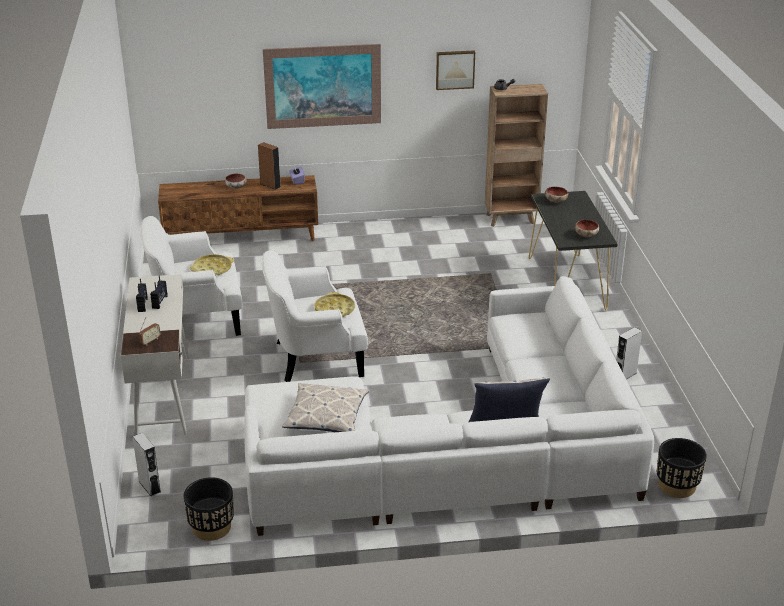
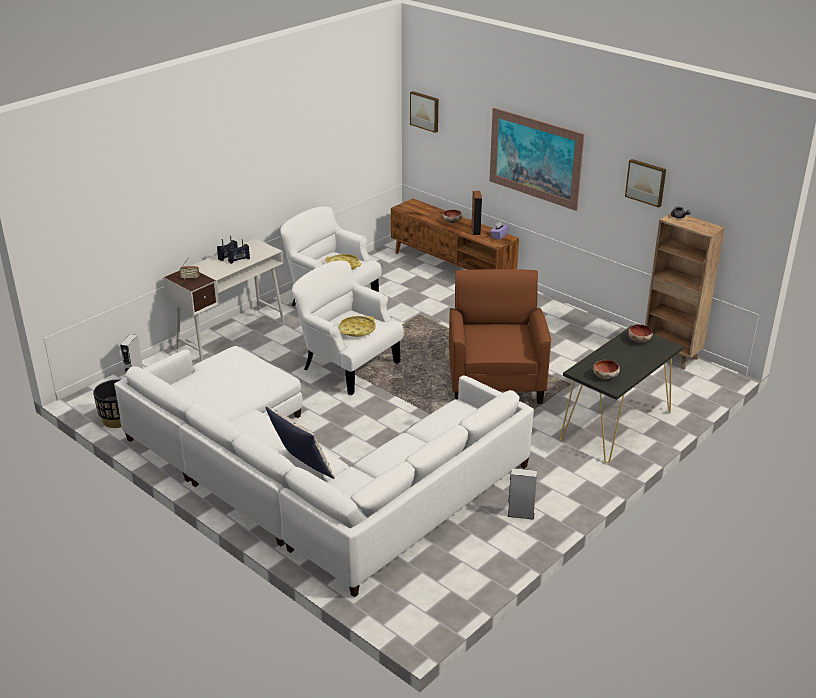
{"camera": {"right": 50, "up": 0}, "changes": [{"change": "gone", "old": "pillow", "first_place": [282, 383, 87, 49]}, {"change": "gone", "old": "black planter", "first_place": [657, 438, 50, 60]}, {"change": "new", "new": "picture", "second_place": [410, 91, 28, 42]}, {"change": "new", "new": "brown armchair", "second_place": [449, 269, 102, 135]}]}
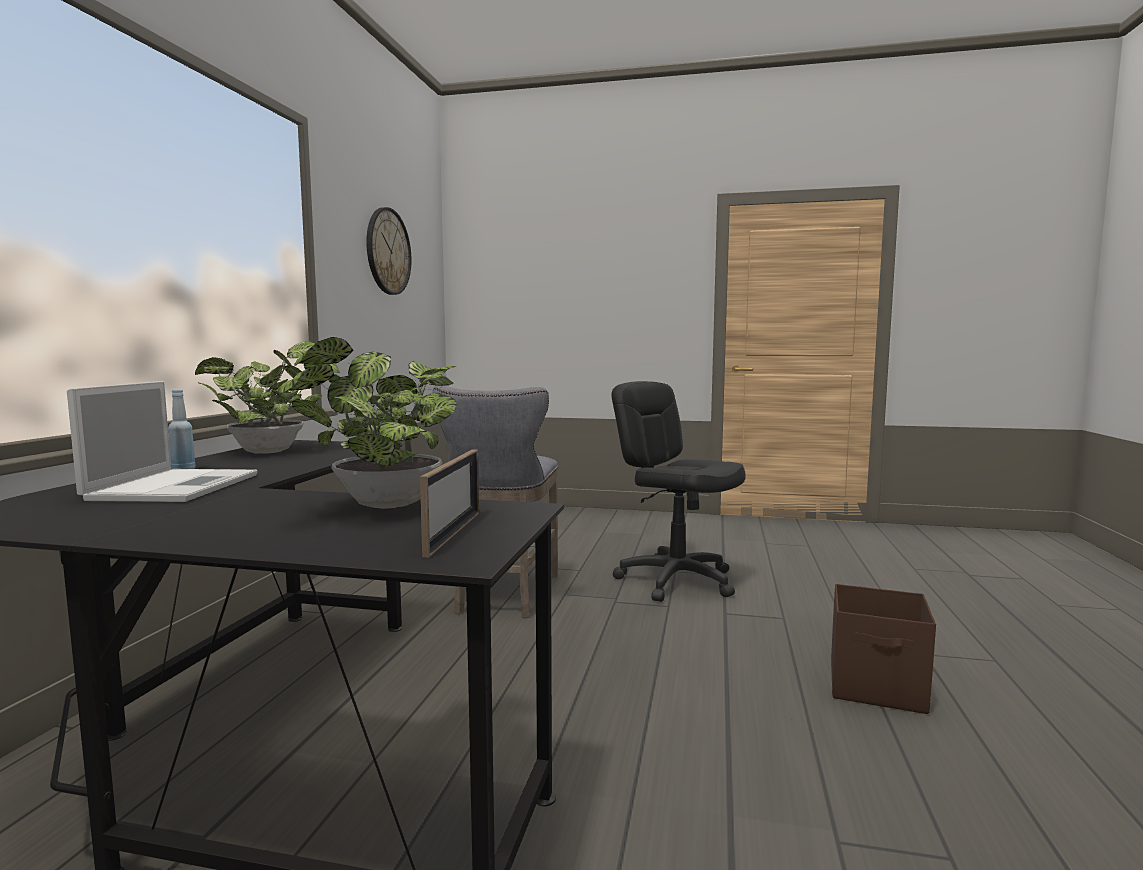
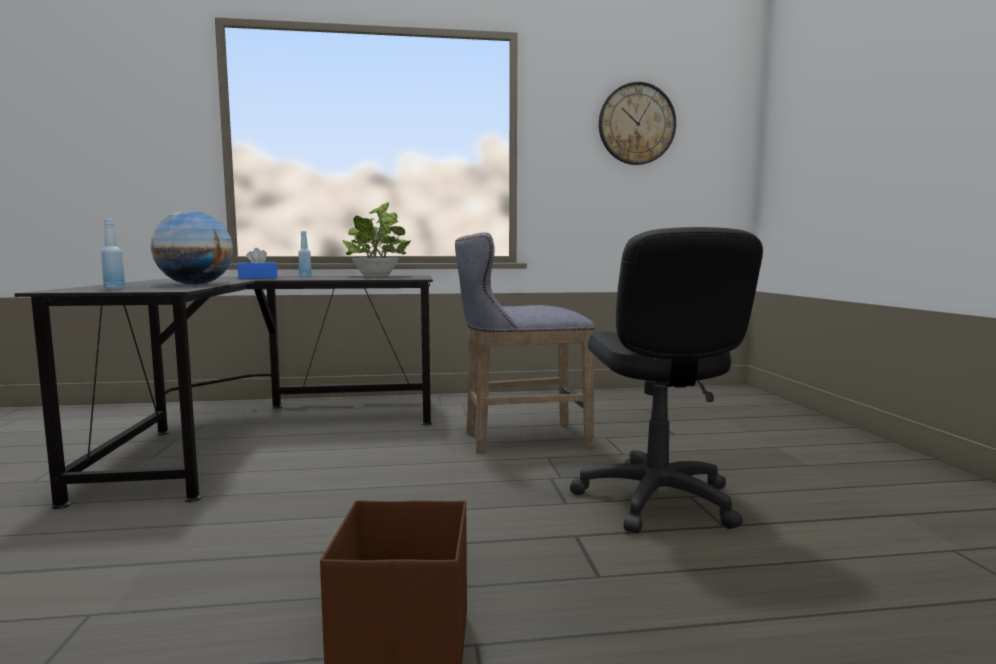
{"camera": {"right": 70, "up": 0}, "changes": [{"change": "swapped", "old": "laptop", "new": "blue tissue box", "first_place": [67, 381, 191, 121], "second_place": [238, 248, 40, 31]}, {"change": "swapped", "old": "potted plant", "new": "globe", "first_place": [276, 337, 181, 172], "second_place": [151, 211, 82, 74]}, {"change": "swapped", "old": "picture frame", "new": "blue bottle", "first_place": [420, 449, 59, 108], "second_place": [101, 219, 24, 70]}, {"change": "rotated", "old": "black office chair", "first_place": [611, 381, 135, 221], "second_place": [570, 227, 193, 306], "degrees": 150}]}
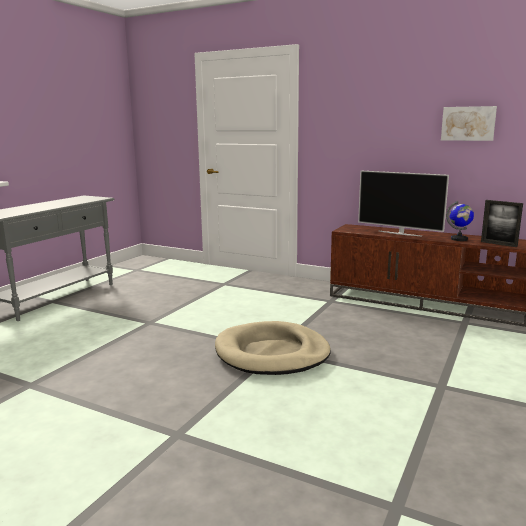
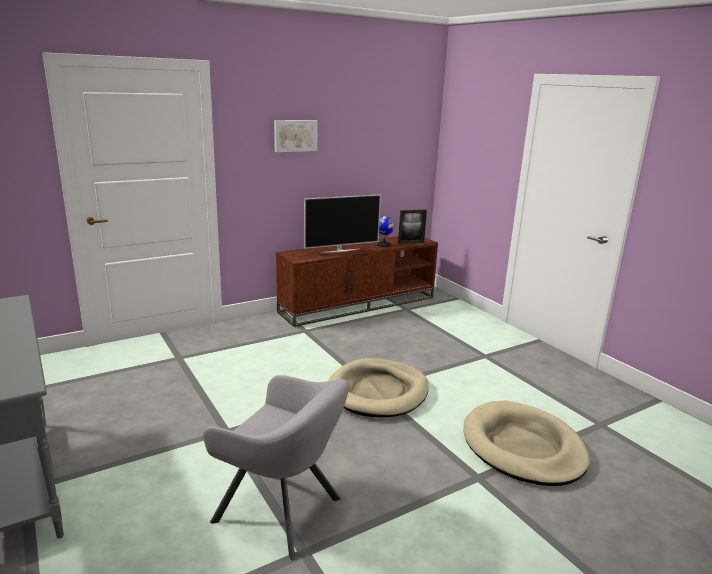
{"camera": {"right": -60, "up": 5}, "changes": [{"change": "shifted", "old": "picture", "first_place": [441, 106, 56, 35], "second_place": [274, 120, 44, 32]}, {"change": "new", "new": "grey armchair", "second_place": [203, 375, 146, 185]}, {"change": "new", "new": "beige dog bed", "second_place": [463, 401, 127, 85]}]}
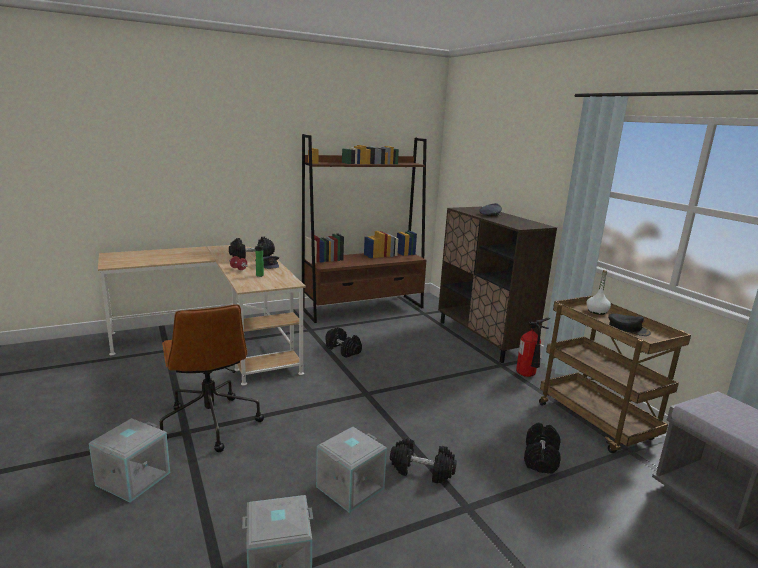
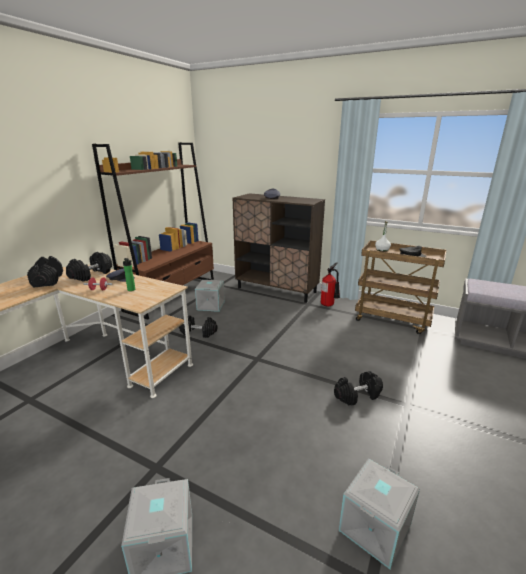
{"camera": {"right": -35, "up": 5}, "changes": [{"change": "gone", "old": "brown office chair", "first_place": [160, 304, 104, 148]}, {"change": "shifted", "old": "grey storage box", "first_place": [316, 427, 71, 86], "second_place": [195, 280, 30, 32]}, {"change": "shifted", "old": "black dumbbell", "first_place": [524, 423, 37, 51], "second_place": [27, 256, 36, 32]}]}
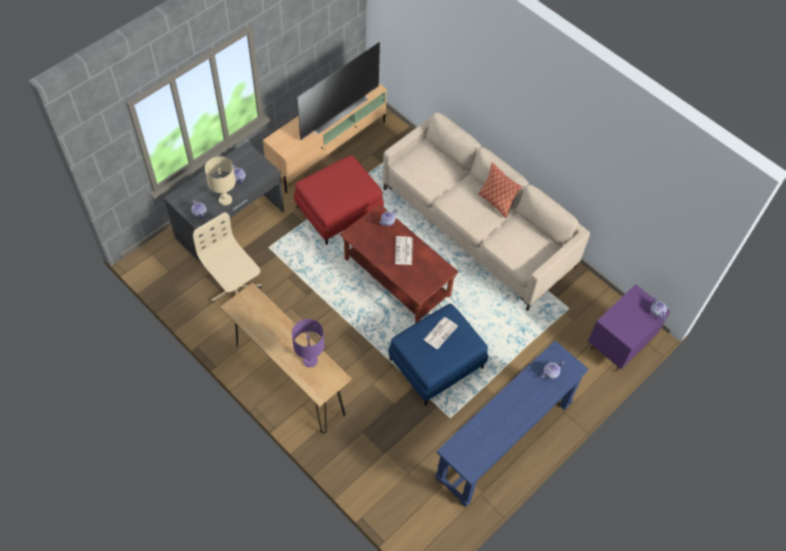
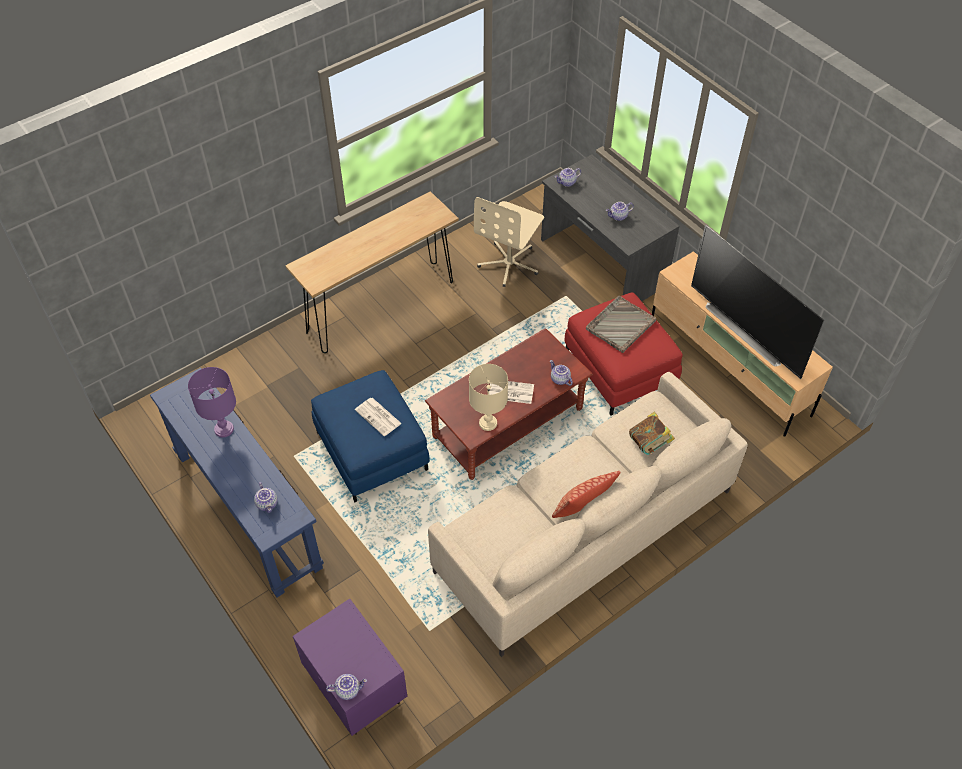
{"camera": {"right": 100, "up": -5}, "changes": [{"change": "rotated", "old": "beige office chair", "first_place": [193, 212, 69, 91], "second_place": [474, 197, 70, 90], "degrees": 150}, {"change": "shifted", "old": "beige table lamp", "first_place": [205, 156, 31, 50], "second_place": [469, 364, 39, 67]}, {"change": "shifted", "old": "purple table lamp", "first_place": [292, 319, 32, 48], "second_place": [188, 367, 48, 70]}, {"change": "new", "new": "grey tray", "second_place": [586, 296, 70, 57]}, {"change": "new", "new": "book", "second_place": [629, 412, 46, 43]}]}
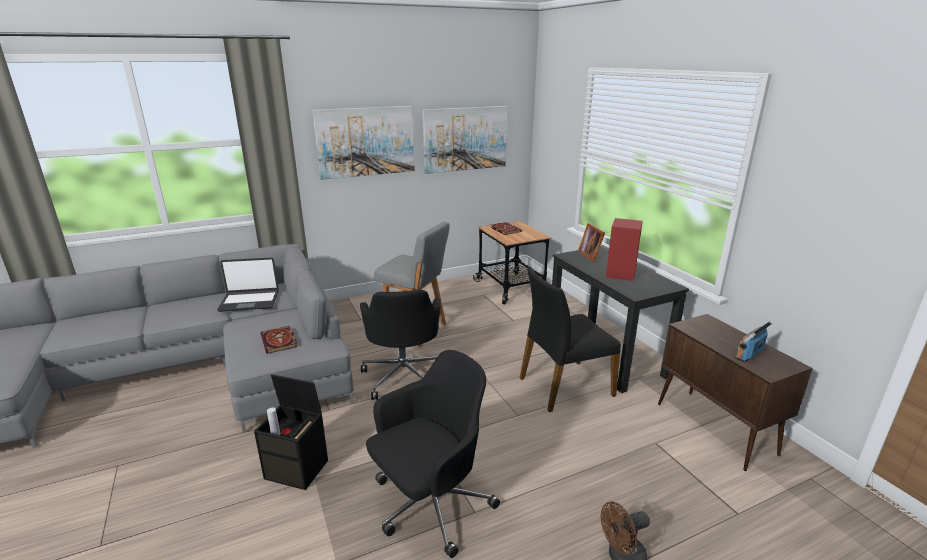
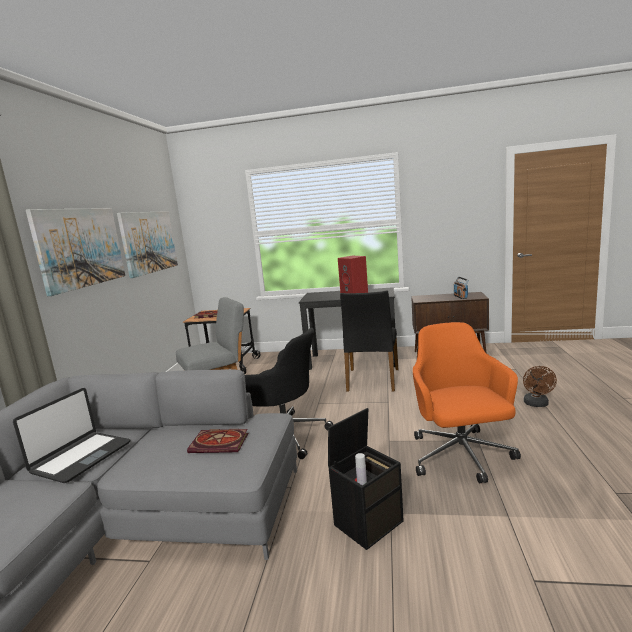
{"camera": {"right": -55, "up": -10}, "changes": [{"change": "repainted", "old": "black office chair", "new": "orange office chair", "first_place": [366, 350, 134, 208], "second_place": [413, 322, 108, 161]}, {"change": "gone", "old": "picture frame", "first_place": [578, 223, 27, 39]}]}
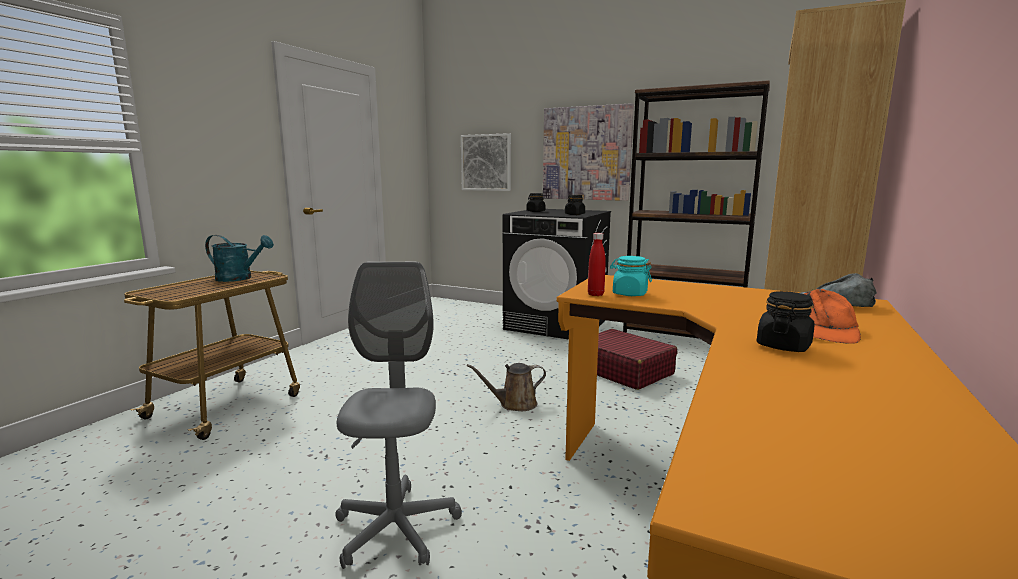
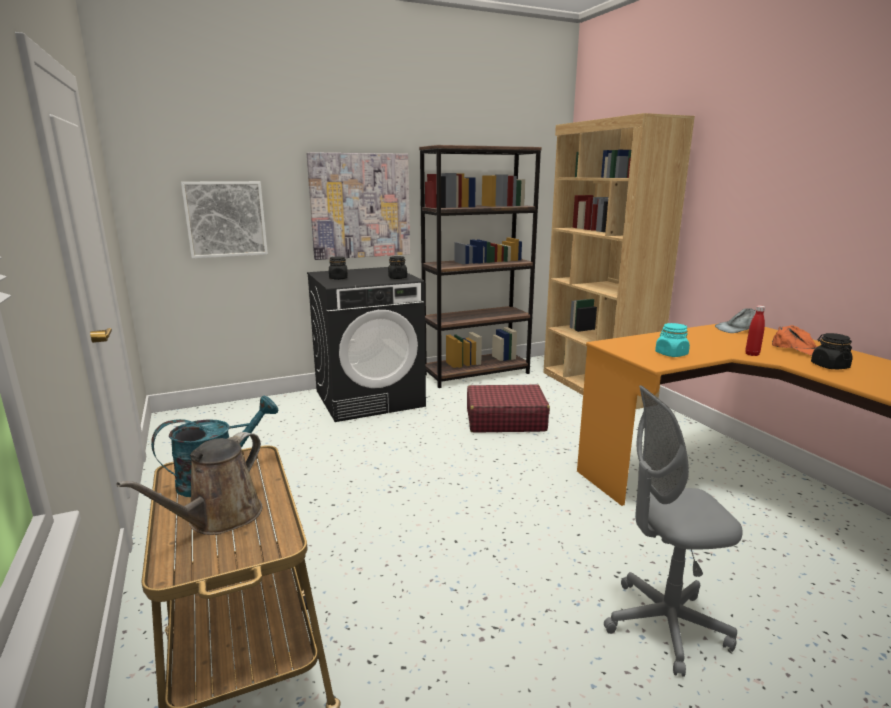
{"camera": {"right": -50, "up": 5}, "changes": [{"change": "rotated", "old": "grey office chair", "first_place": [335, 262, 127, 307], "second_place": [604, 385, 139, 292], "degrees": -45}, {"change": "shifted", "old": "brown watering can", "first_place": [467, 363, 79, 48], "second_place": [116, 432, 146, 103]}, {"change": "shifted", "old": "red bottle", "first_place": [588, 233, 18, 63], "second_place": [745, 305, 20, 51]}]}
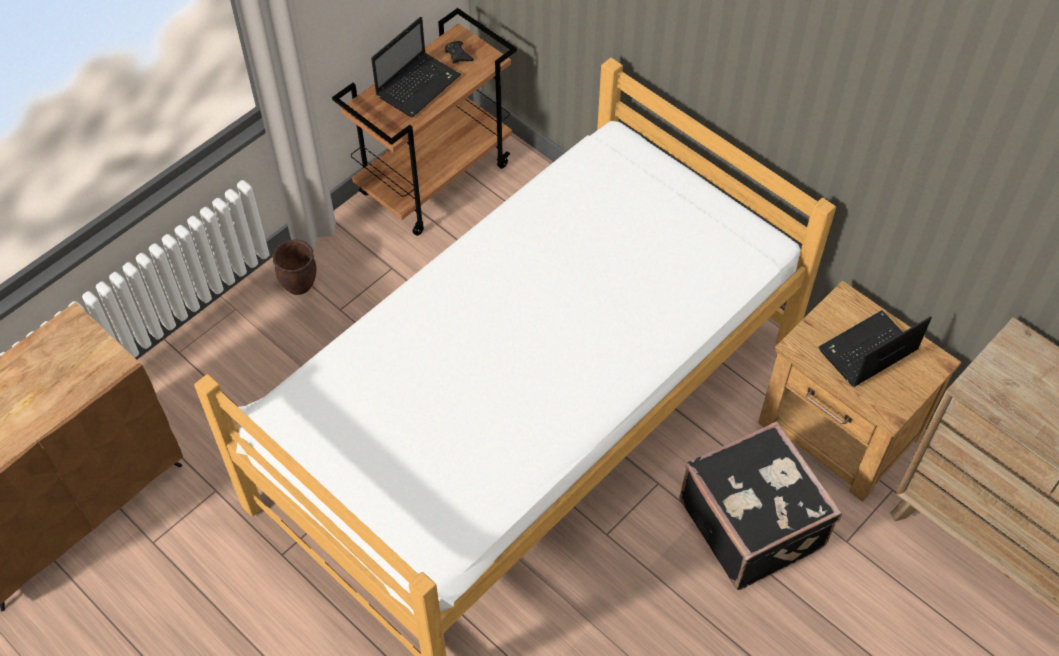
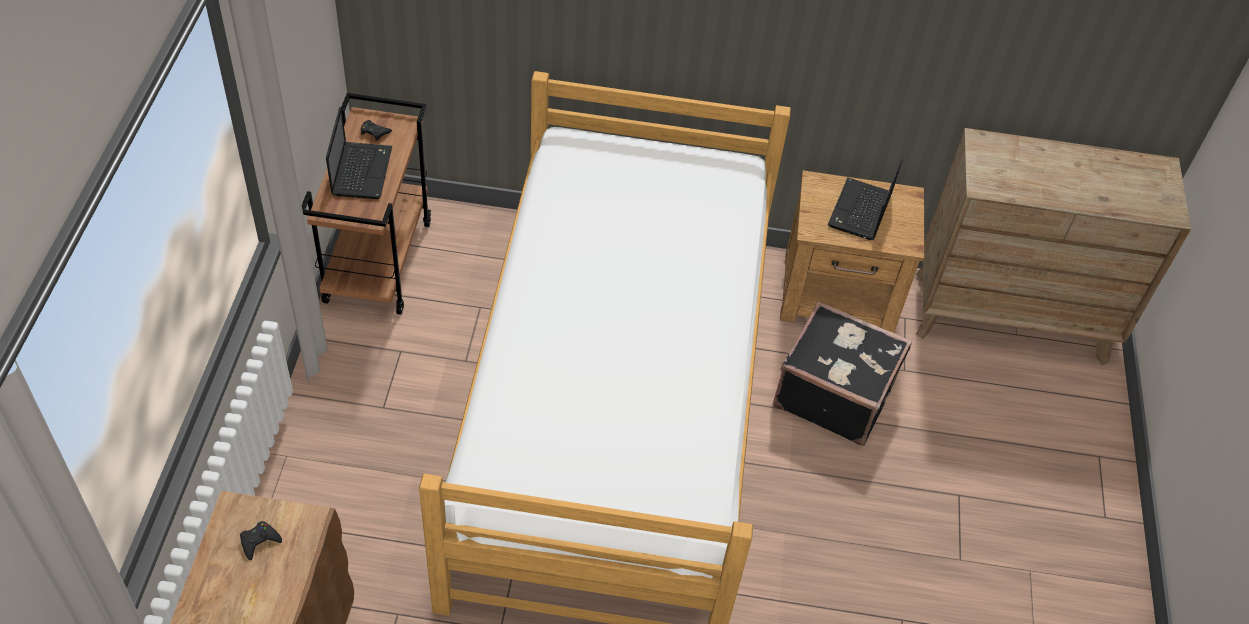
{"camera": {"right": -40, "up": -5}, "changes": [{"change": "gone", "old": "brown planter", "first_place": [272, 240, 45, 55]}, {"change": "new", "new": "black game controller", "second_place": [240, 521, 42, 39]}]}
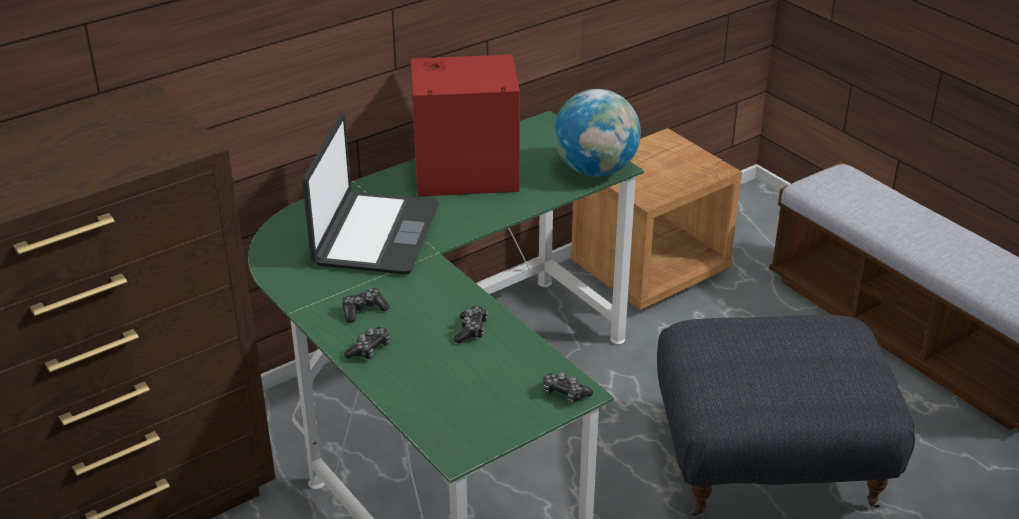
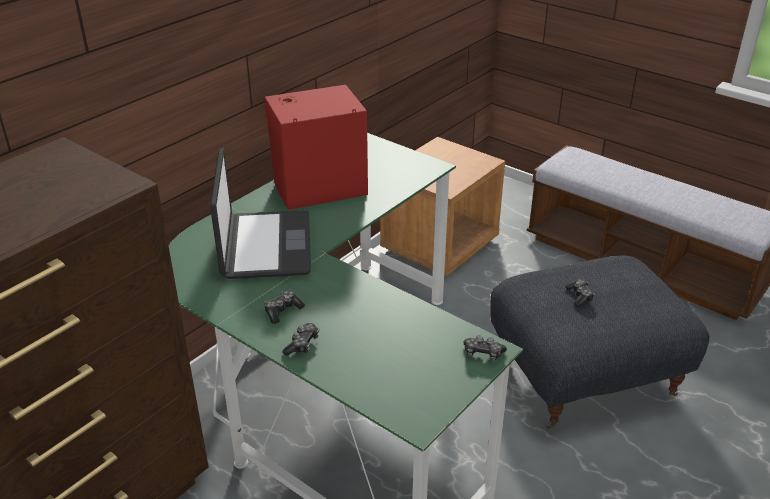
{"camera": {"right": -15, "up": 0}, "changes": [{"change": "shifted", "old": "game controller", "first_place": [454, 306, 34, 37], "second_place": [565, 279, 29, 28]}, {"change": "gone", "old": "globe", "first_place": [554, 89, 87, 88]}]}
